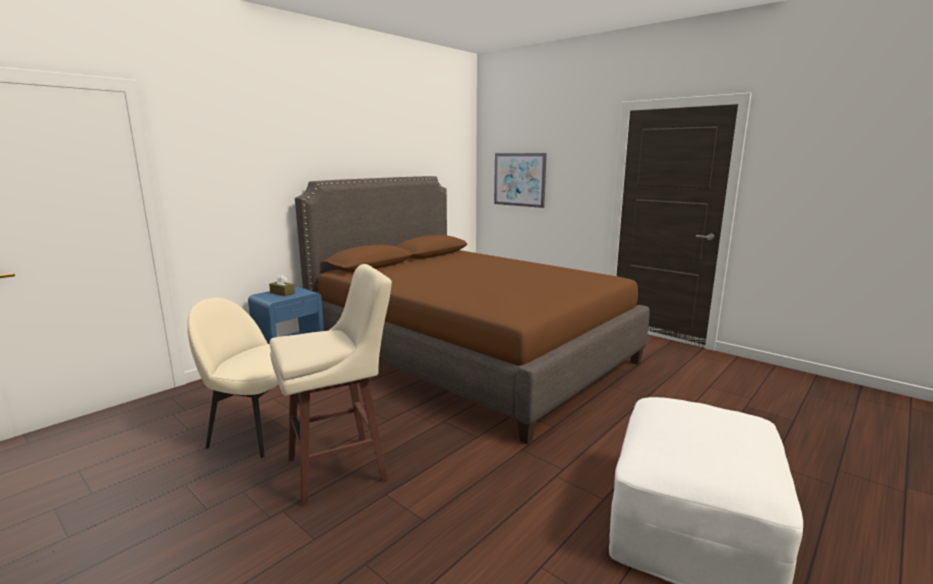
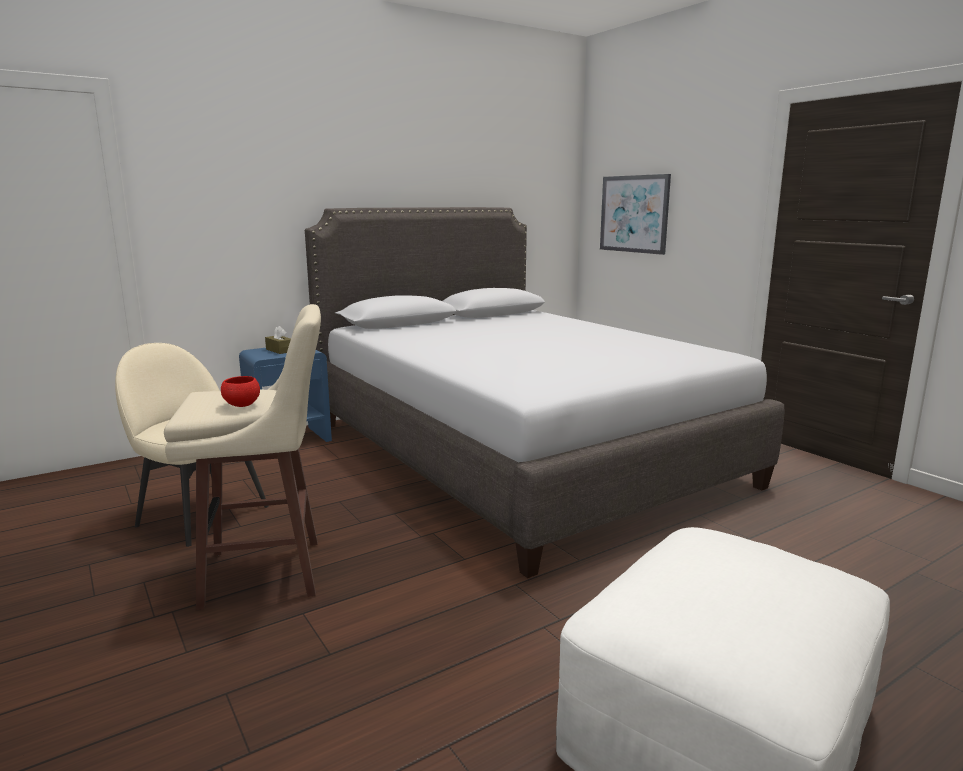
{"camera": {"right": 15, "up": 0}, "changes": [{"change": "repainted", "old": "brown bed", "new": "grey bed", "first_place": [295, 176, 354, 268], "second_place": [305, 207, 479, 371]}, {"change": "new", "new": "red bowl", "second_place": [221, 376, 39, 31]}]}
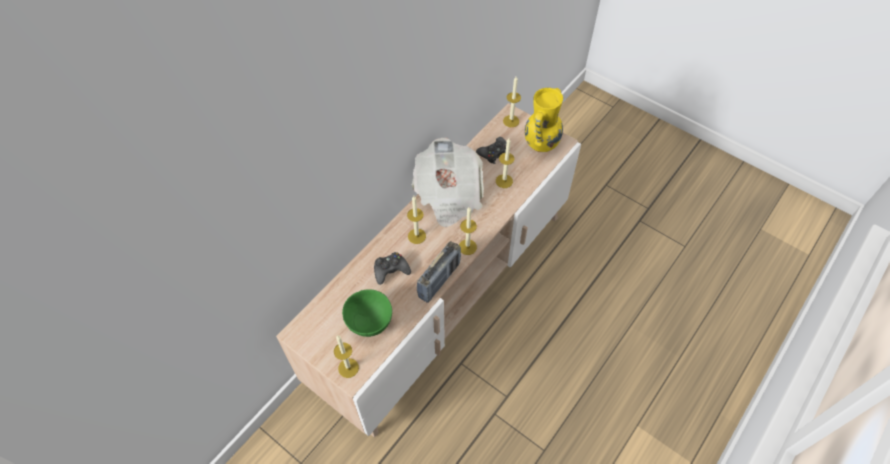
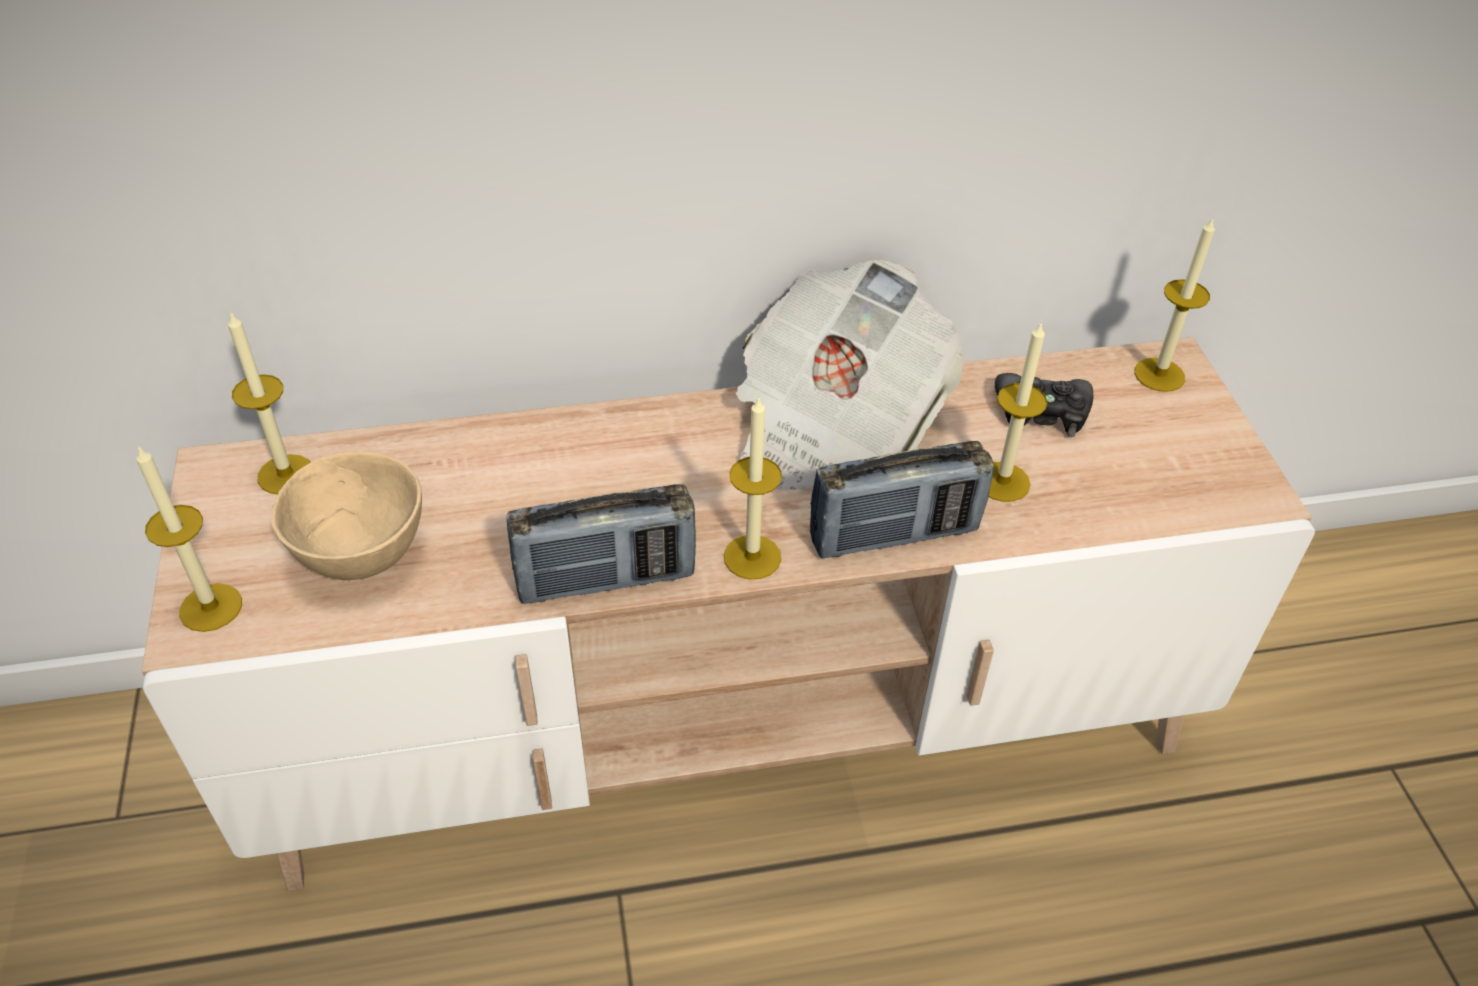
{"camera": {"right": 40, "up": -10}, "changes": [{"change": "repainted", "old": "green bowl", "new": "beige bowl", "first_place": [342, 289, 50, 48], "second_place": [271, 451, 151, 129]}, {"change": "gone", "old": "black game controller", "first_place": [374, 252, 37, 33]}, {"change": "shifted", "old": "candle", "first_place": [407, 196, 19, 48], "second_place": [228, 311, 83, 183]}, {"change": "gone", "old": "yellow vase", "first_place": [525, 88, 38, 65]}, {"change": "new", "new": "radio", "second_place": [810, 441, 184, 118]}]}
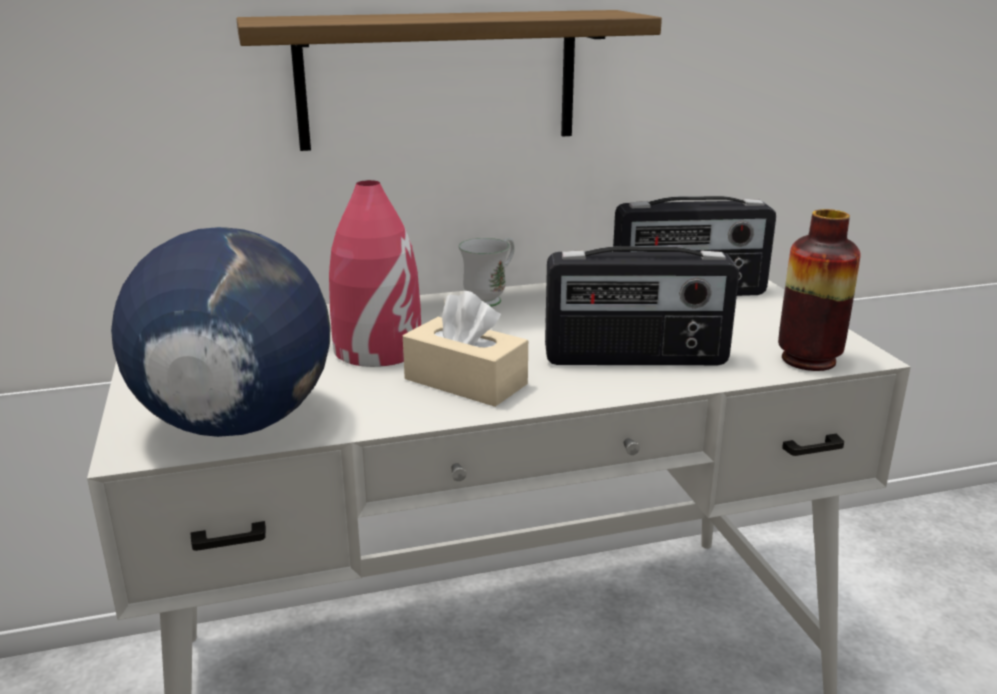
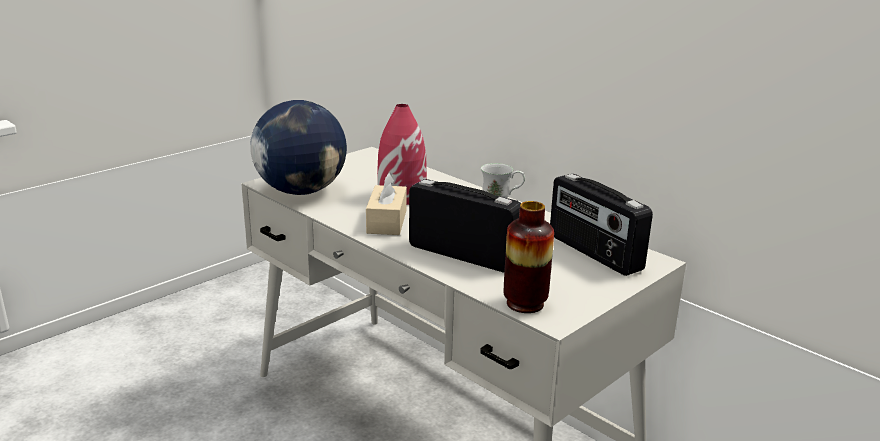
{"camera": {"right": 60, "up": 0}, "changes": [{"change": "gone", "old": "shelf", "first_place": [237, 10, 425, 141]}, {"change": "rotated", "old": "radio", "first_place": [545, 246, 194, 119], "second_place": [409, 179, 112, 93], "degrees": 150}]}
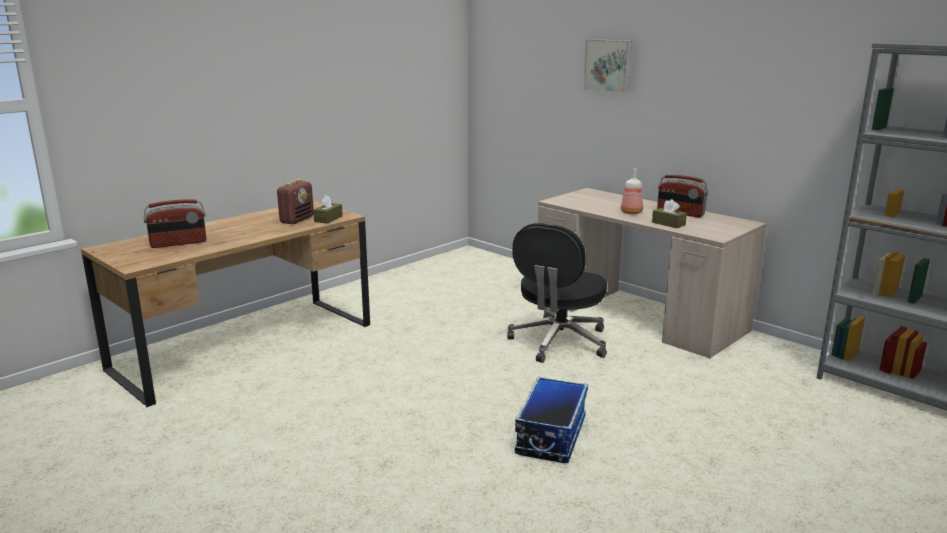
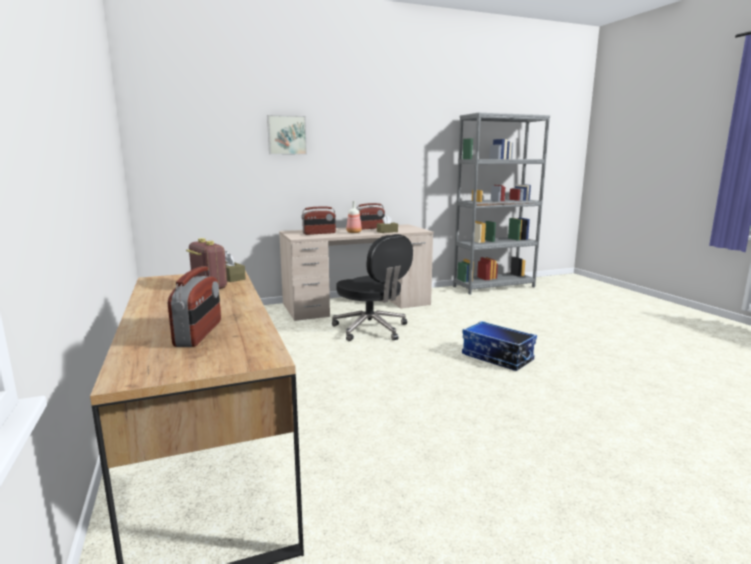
{"camera": {"right": -65, "up": -5}, "changes": [{"change": "new", "new": "radio", "second_place": [301, 206, 35, 29]}]}
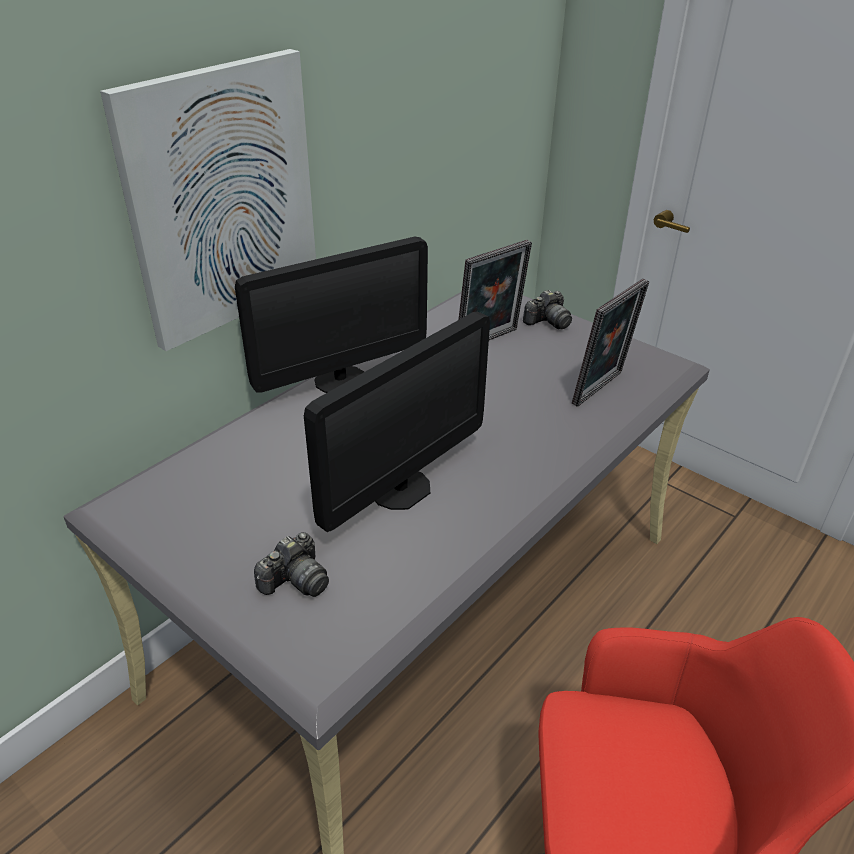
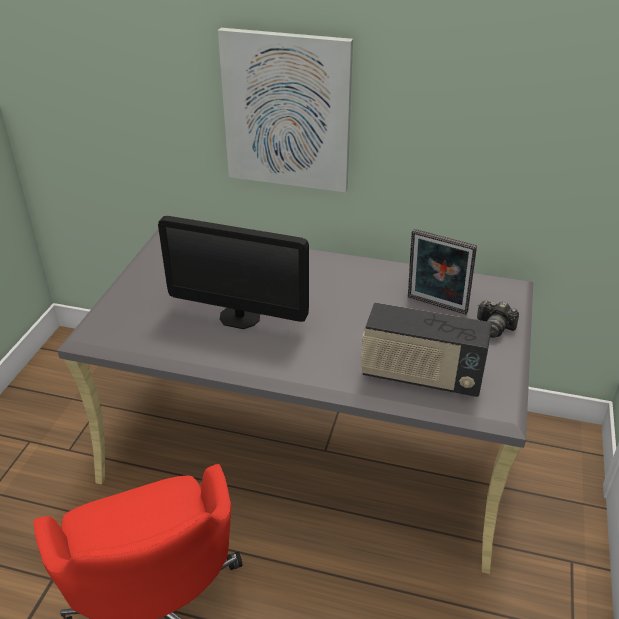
{"camera": {"right": 65, "up": 0}, "changes": [{"change": "gone", "old": "monitor", "first_place": [235, 237, 193, 156]}, {"change": "gone", "old": "photo camera", "first_place": [254, 532, 75, 65]}, {"change": "swapped", "old": "picture frame", "new": "radio", "first_place": [572, 279, 77, 128], "second_place": [361, 302, 131, 95]}]}
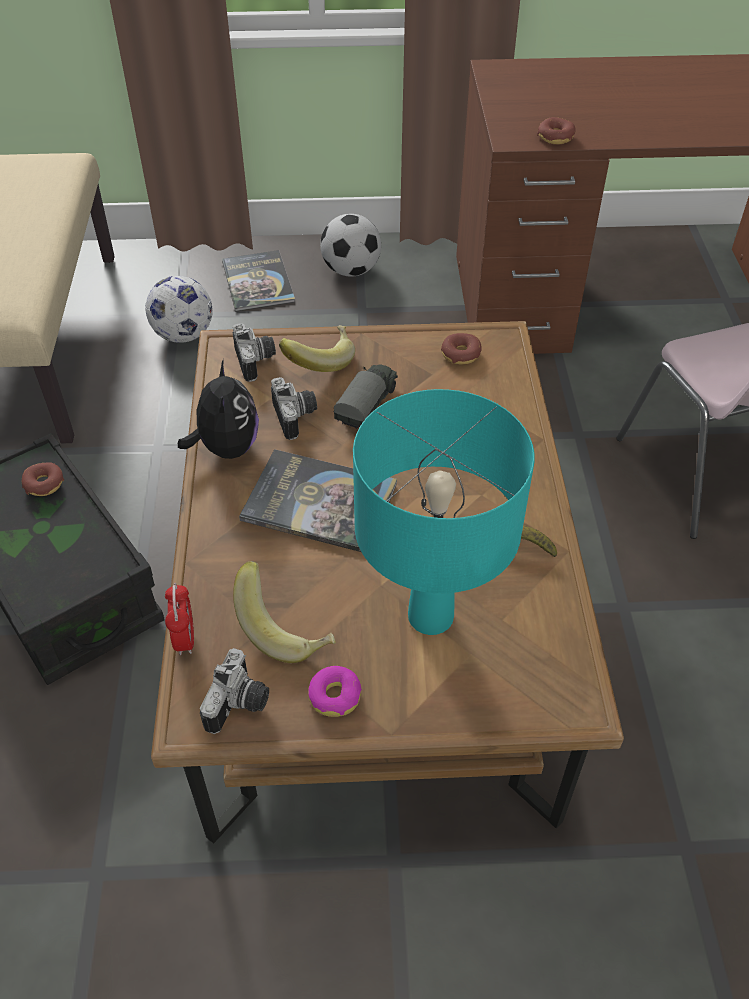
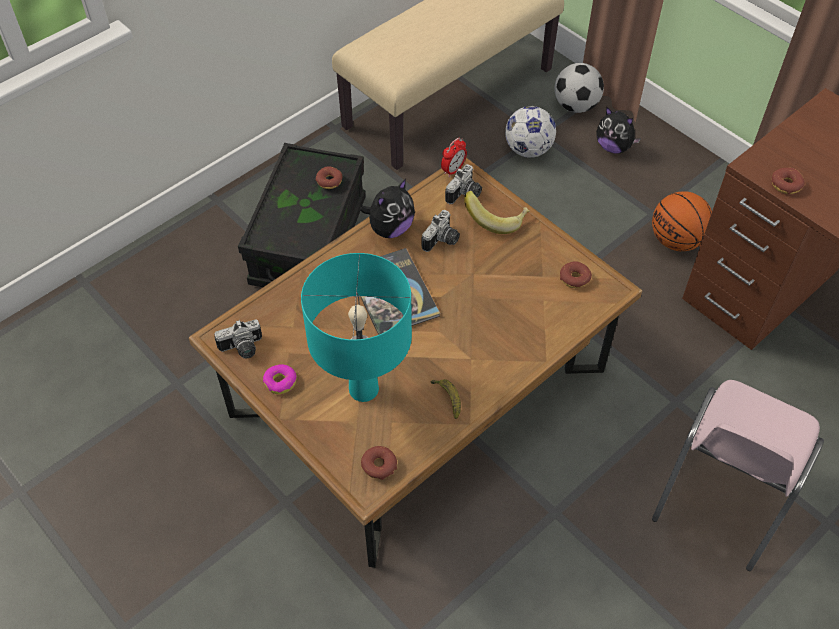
{"camera": {"right": 50, "up": 5}, "changes": [{"change": "shifted", "old": "alarm clock", "first_place": [165, 583, 29, 72], "second_place": [441, 138, 26, 39]}, {"change": "swapped", "old": "book", "new": "plush toy", "first_place": [222, 250, 73, 62], "second_place": [596, 107, 45, 47]}, {"change": "gone", "old": "banana", "first_place": [233, 561, 103, 102]}, {"change": "shifted", "old": "football", "first_place": [320, 214, 61, 63], "second_place": [554, 63, 50, 50]}, {"change": "gone", "old": "toy truck", "first_place": [334, 365, 64, 64]}, {"change": "new", "new": "donut", "second_place": [361, 446, 36, 34]}, {"change": "new", "new": "basketball", "second_place": [652, 191, 60, 60]}]}
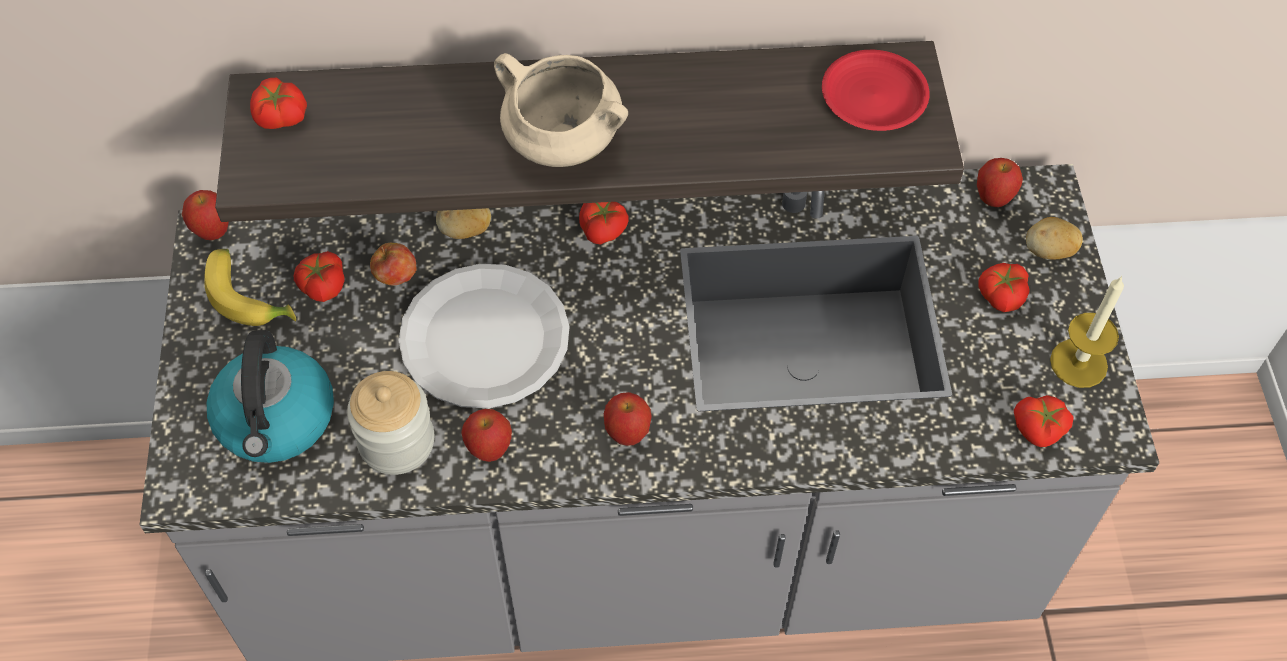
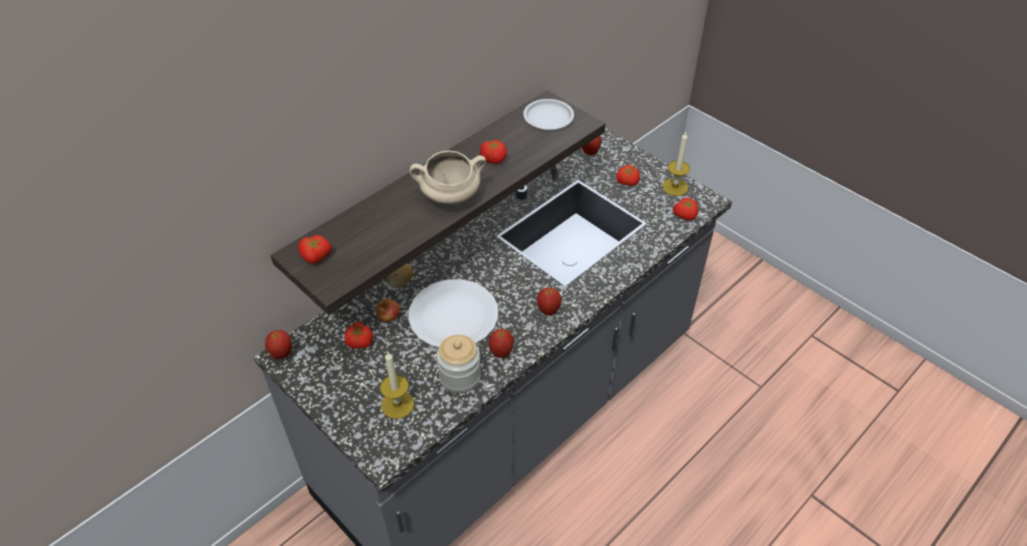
{"camera": {"right": -40, "up": -10}, "changes": [{"change": "gone", "old": "banana", "first_place": [204, 249, 92, 77]}, {"change": "swapped", "old": "kettle", "new": "candle", "first_place": [207, 330, 127, 133], "second_place": [380, 352, 34, 67]}, {"change": "shifted", "old": "tomato", "first_place": [579, 202, 49, 43], "second_place": [480, 140, 27, 24]}, {"change": "repainted", "old": "red plate", "new": "white plate", "first_place": [822, 50, 108, 81], "second_place": [523, 99, 51, 31]}, {"change": "gone", "old": "potato", "first_place": [1026, 217, 57, 43]}]}
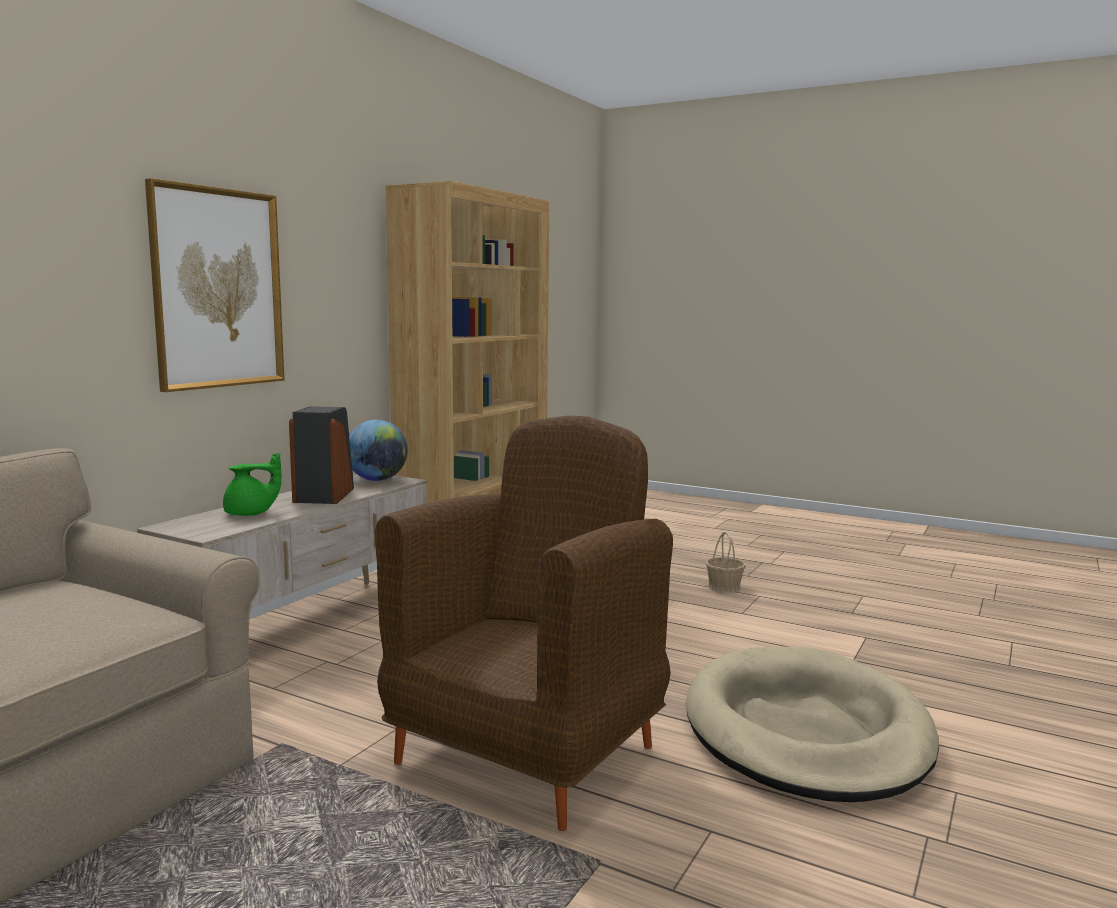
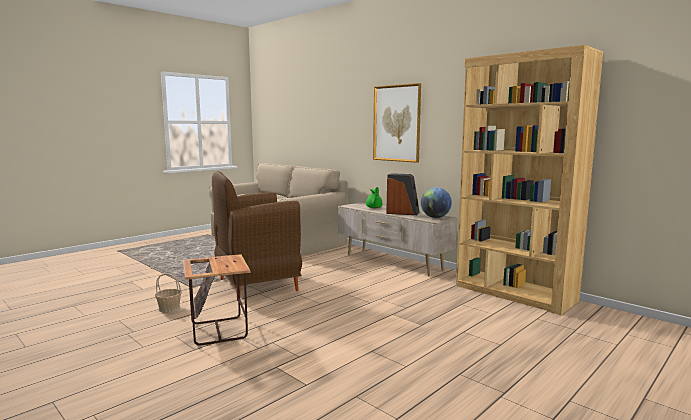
{"camera": {"right": 105, "up": 0}, "changes": [{"change": "rotated", "old": "brown armchair", "first_place": [375, 416, 298, 415], "second_place": [212, 171, 90, 130], "degrees": 105}, {"change": "swapped", "old": "beige dog bed", "new": "side table", "first_place": [686, 647, 253, 155], "second_place": [183, 254, 67, 92]}, {"change": "shifted", "old": "basket", "first_place": [706, 531, 40, 62], "second_place": [155, 273, 27, 40]}]}
